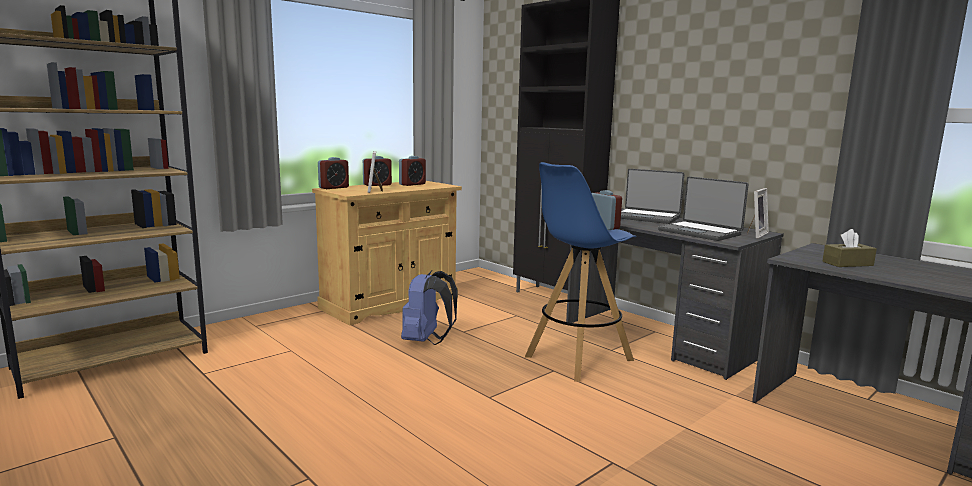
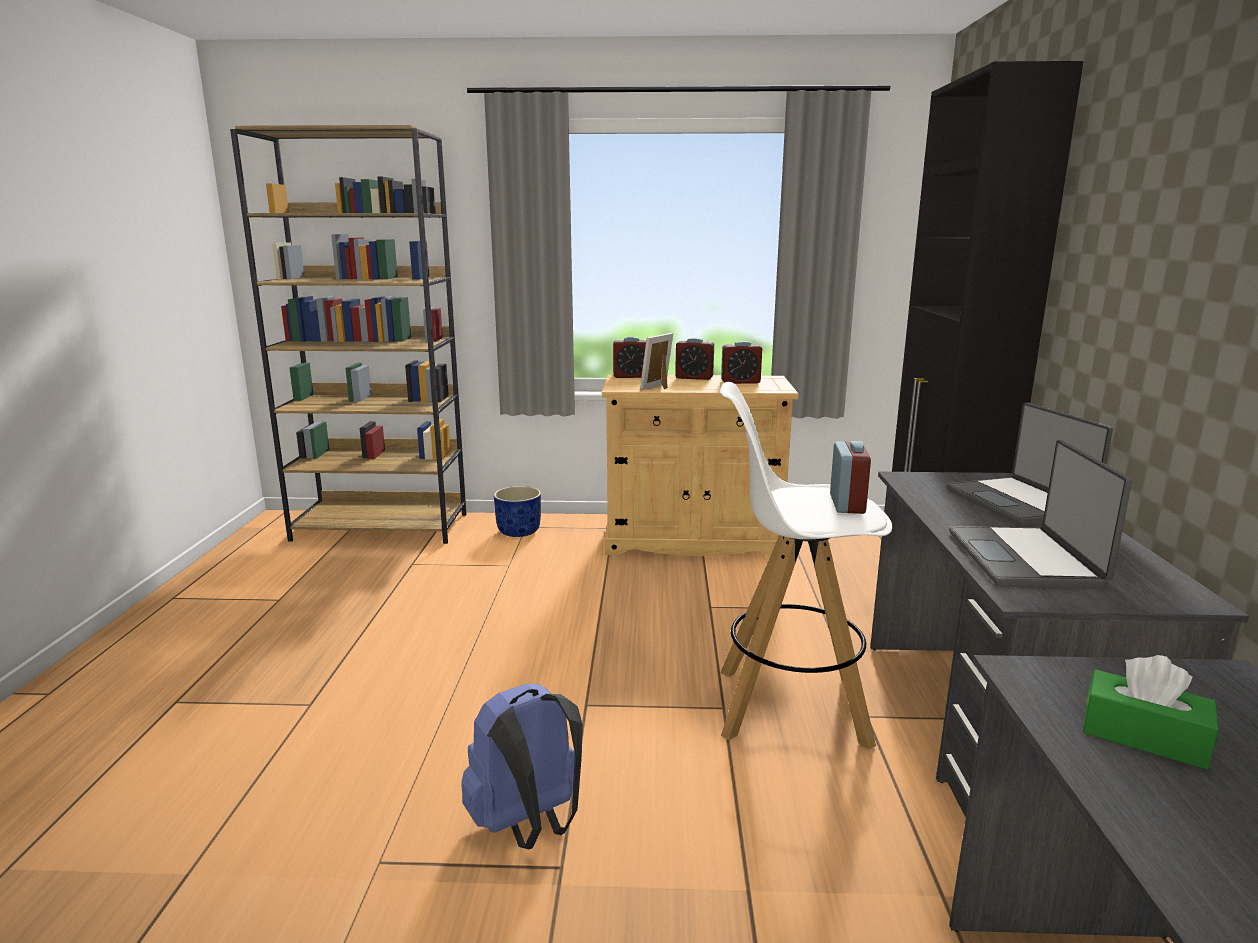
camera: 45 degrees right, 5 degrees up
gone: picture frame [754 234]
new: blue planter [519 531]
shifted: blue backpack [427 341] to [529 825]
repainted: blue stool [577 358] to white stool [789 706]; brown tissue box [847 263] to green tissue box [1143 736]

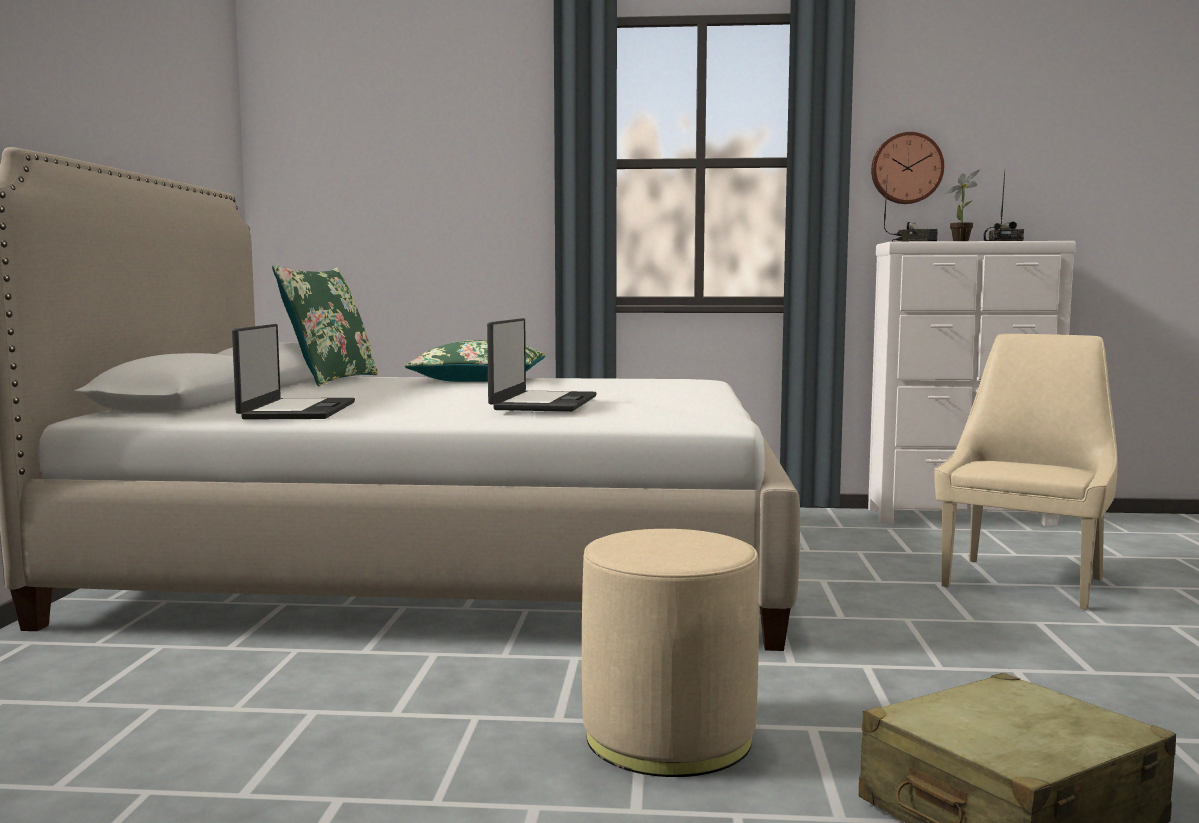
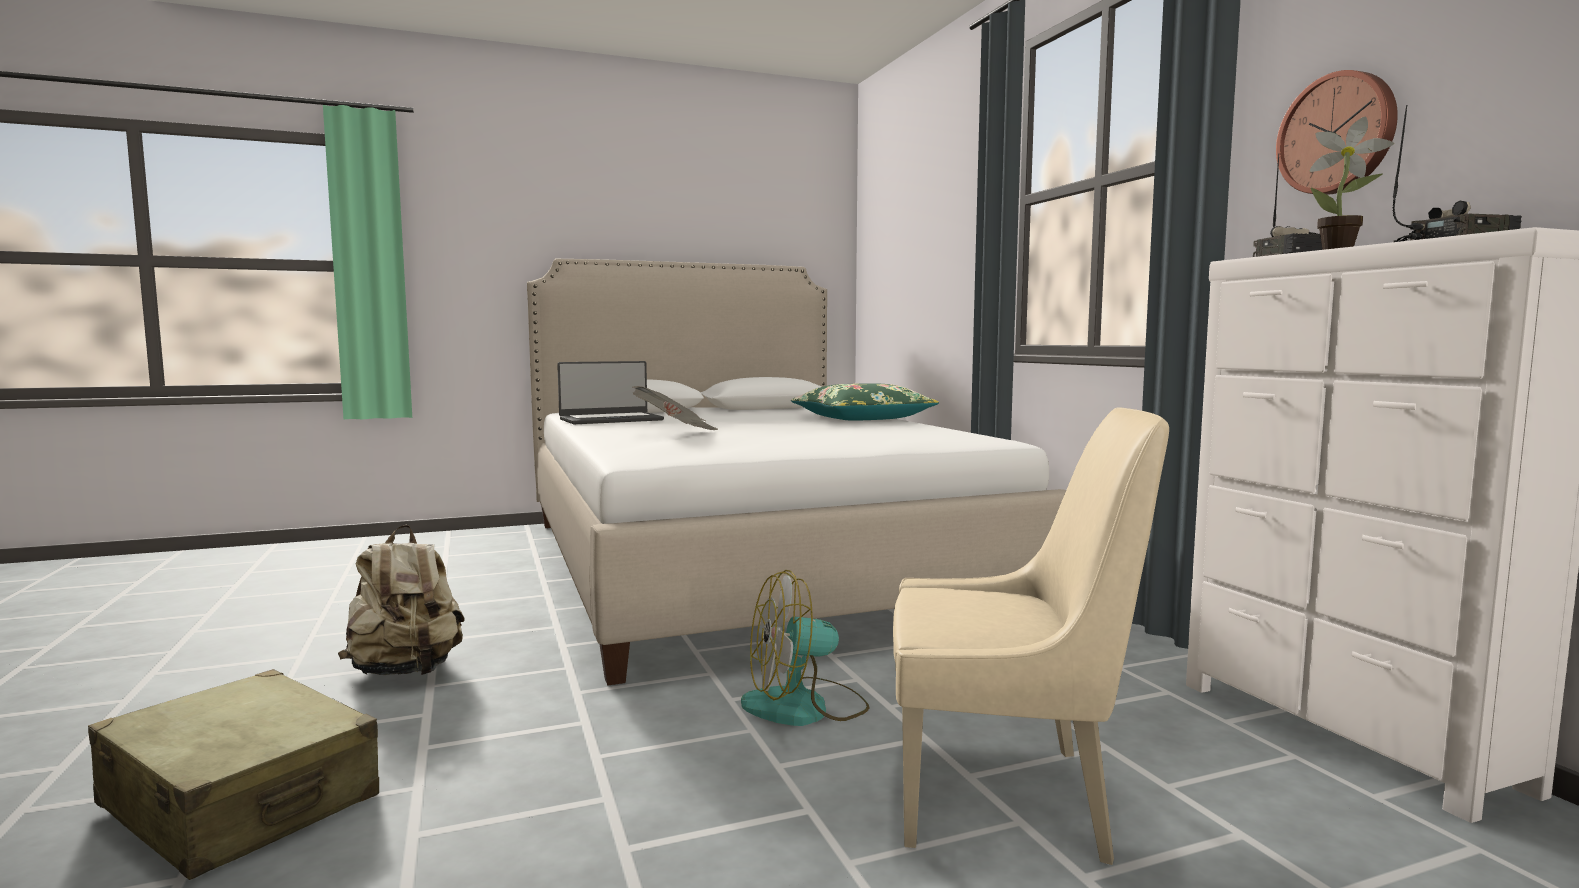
camera: 65 degrees right, 0 degrees up
gone: green pillow [330 380]
new: fan [805 707]
swapped: laptop [543 403] to newspaper [675 432]; beige ottoman [668 736] to beige backpack [407 672]

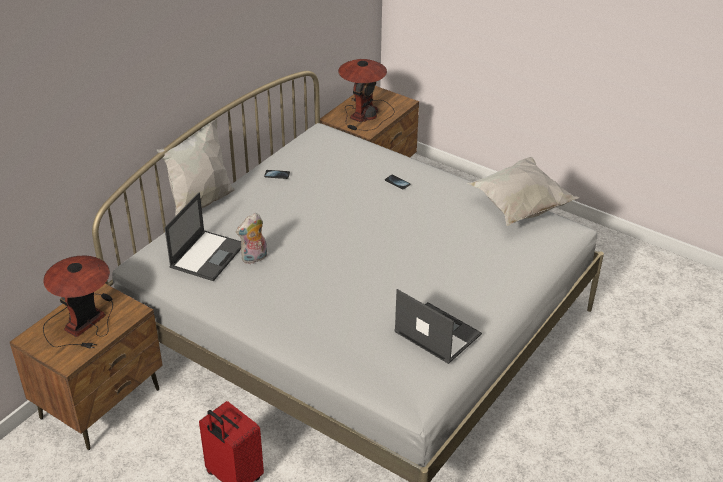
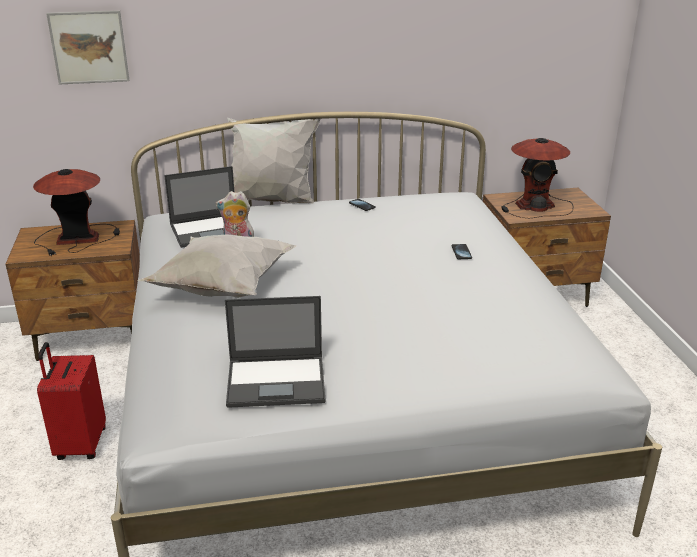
camera: 45 degrees right, 10 degrees down
new: picture [89 47]
shifted: white pillow [519 208] to [221 289]
rotated: laptop [436 333] = [277 381] 90 degrees clockwise

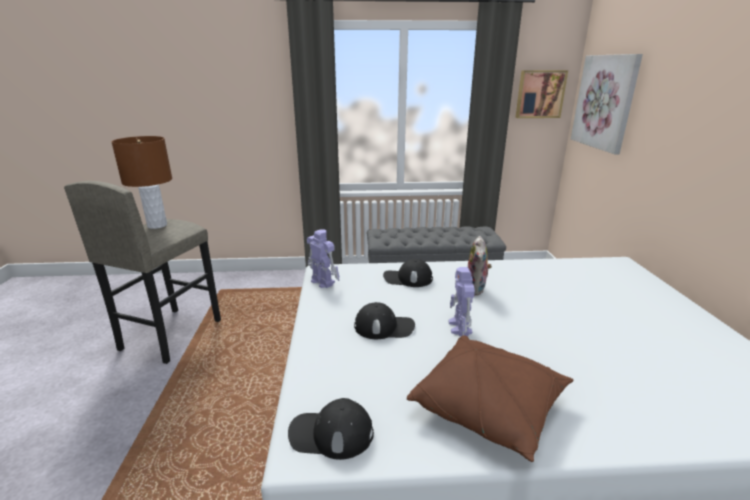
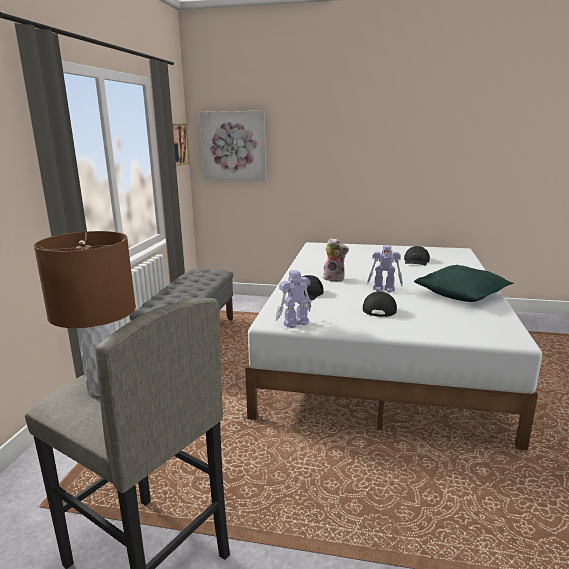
camera: 75 degrees left, 5 degrees down
shifted: black cap [331 433] to [416 261]
repainted: brown pillow [488 406] to green pillow [461 294]

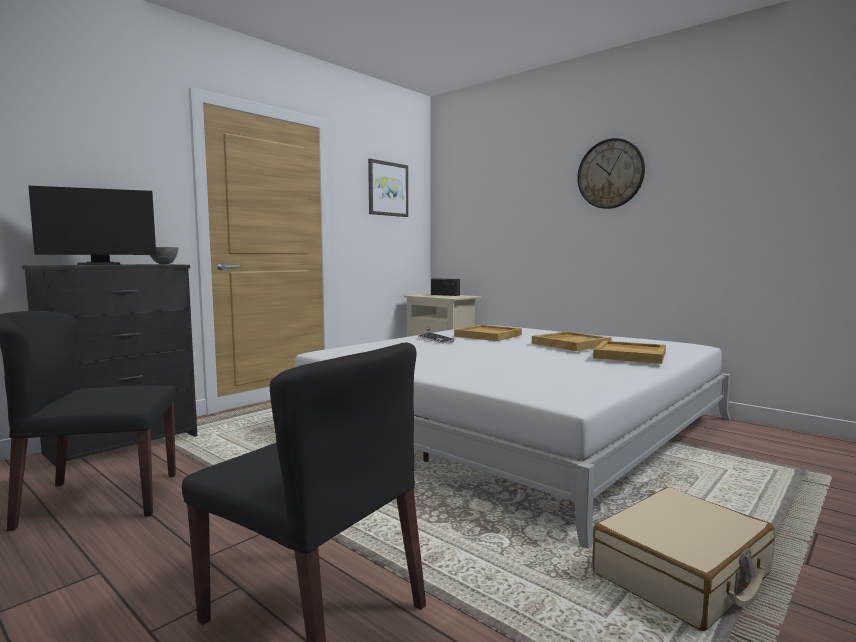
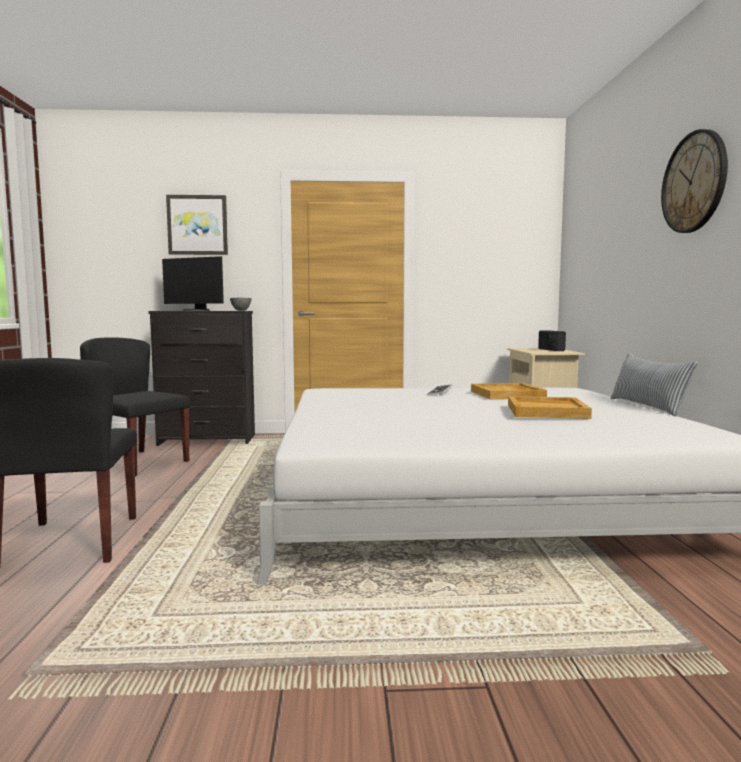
camera: 45 degrees right, 0 degrees up
gone: beige suitcase [682 574]; beige tray [630 355]
new: pillow [647 407]
shifted: picture [387 189] to [197 225]

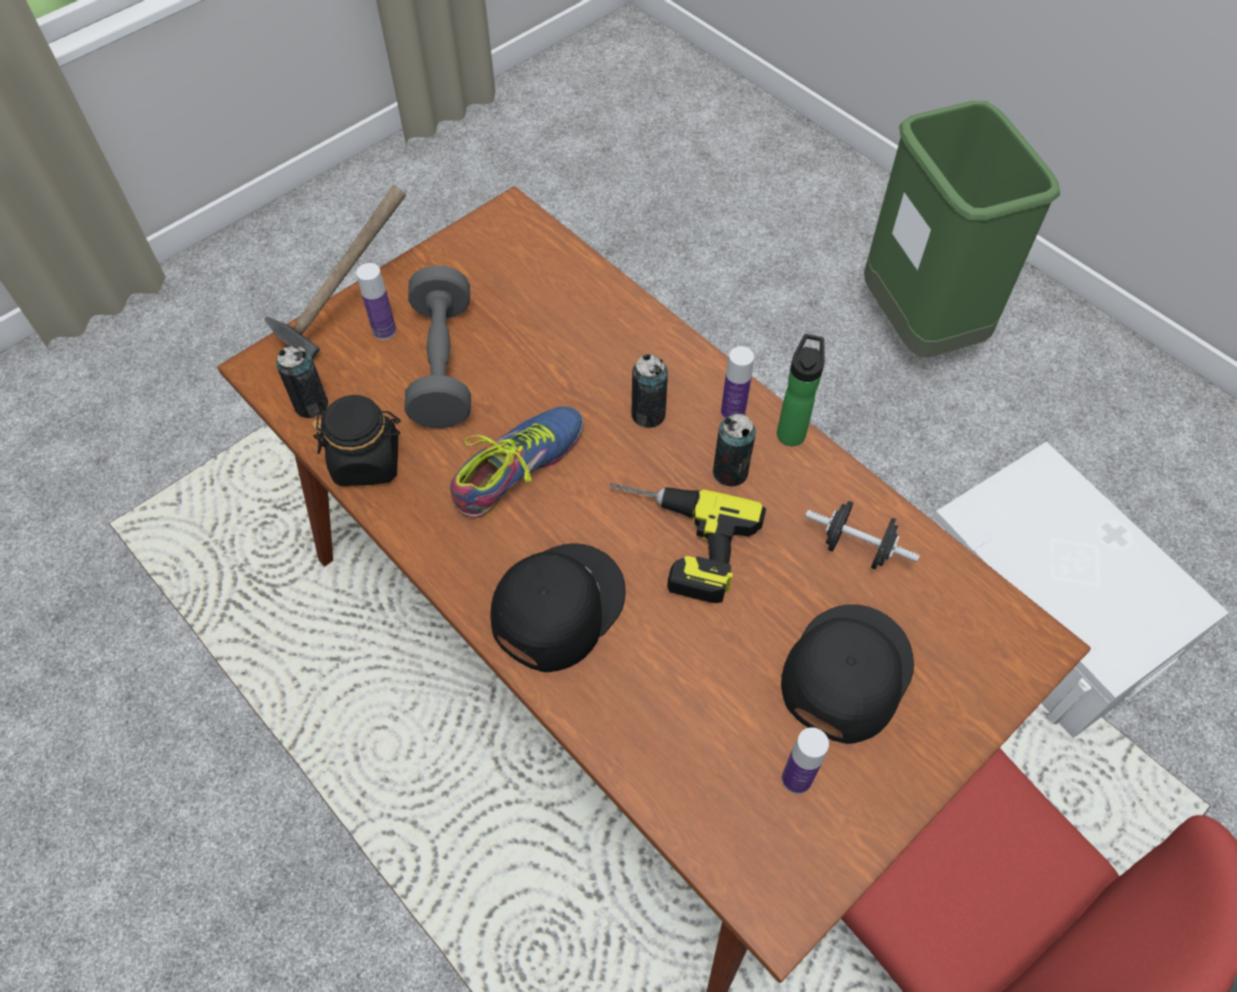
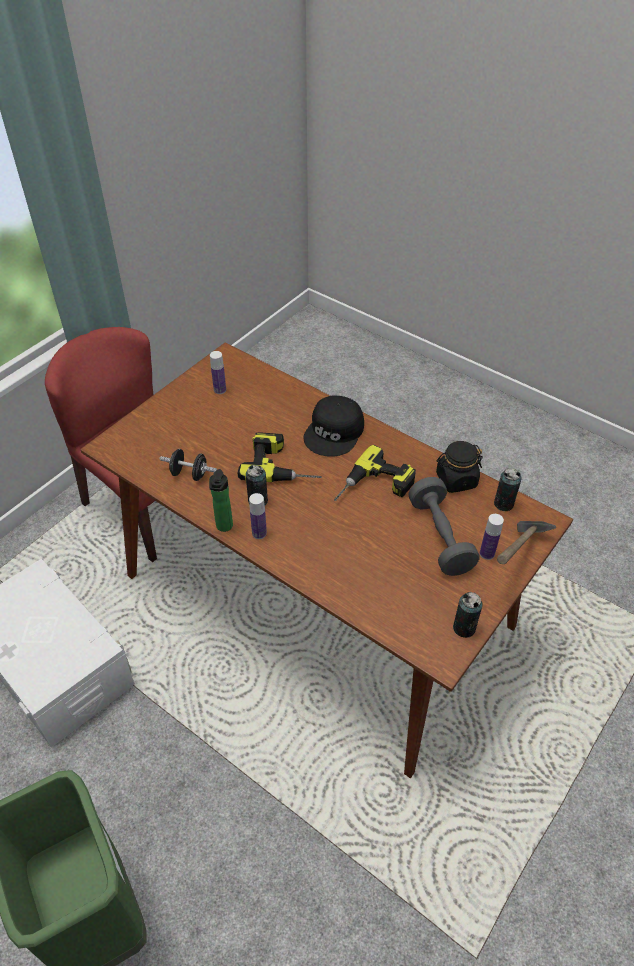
camera: 170 degrees right, 10 degrees down
gone: black cap [844 672]
shifted: can [648 414] to [464 628]
swapped: shoe [518 467] to power drill [374 488]

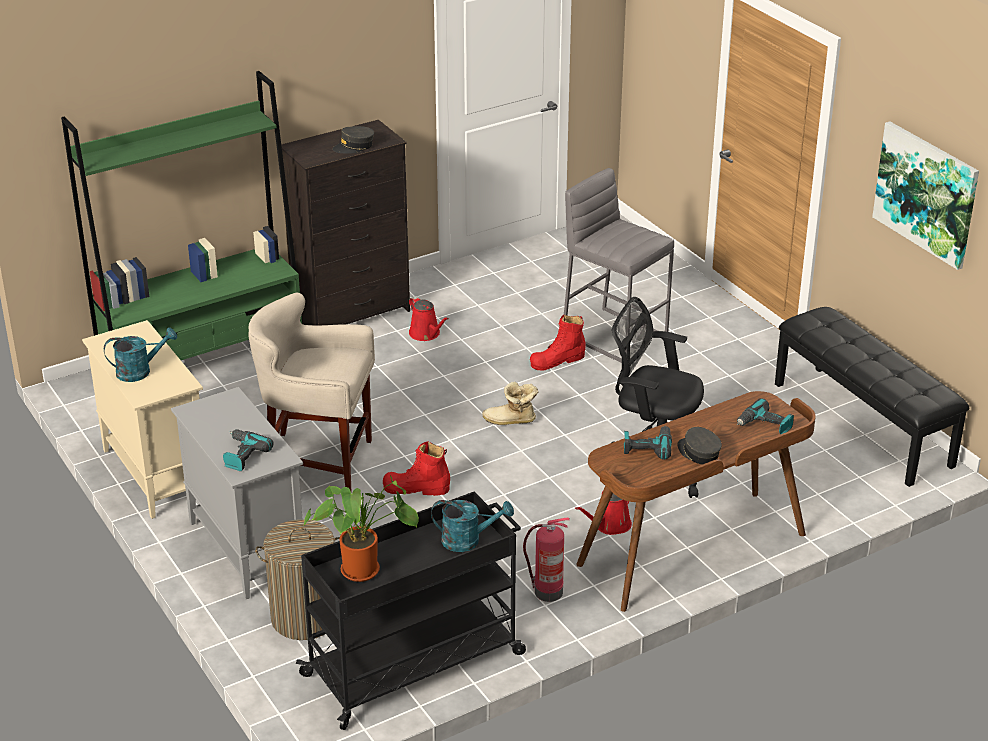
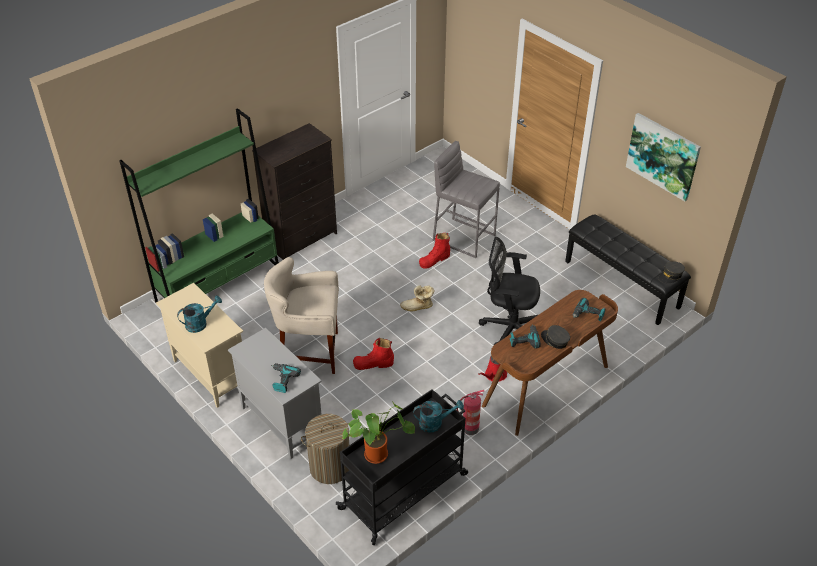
camera: 10 degrees left, 10 degrees up
gone: red watering can [426 334]
shifted: grey cap [354 146] to [670 276]

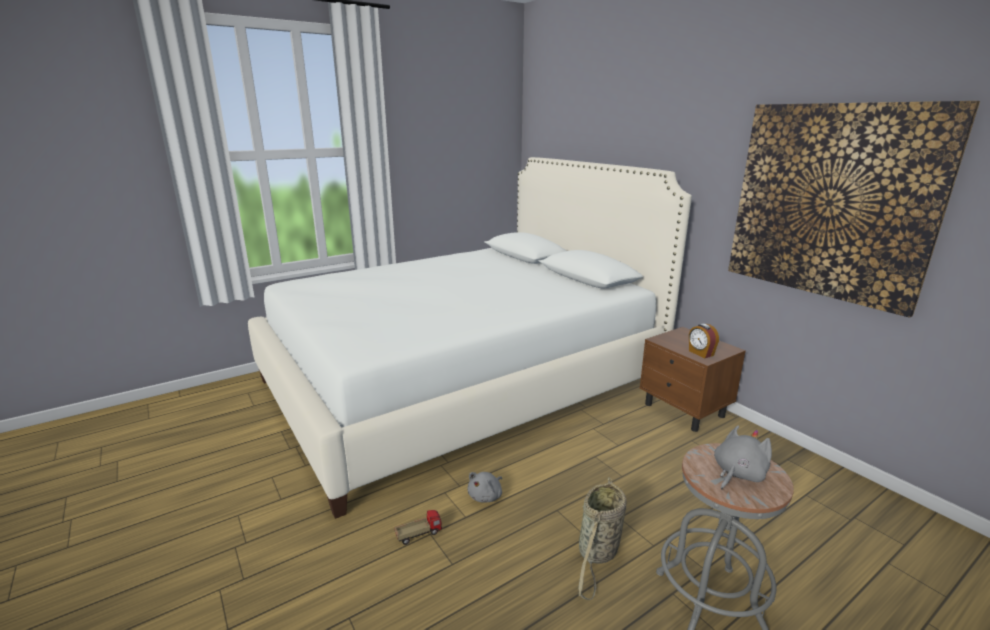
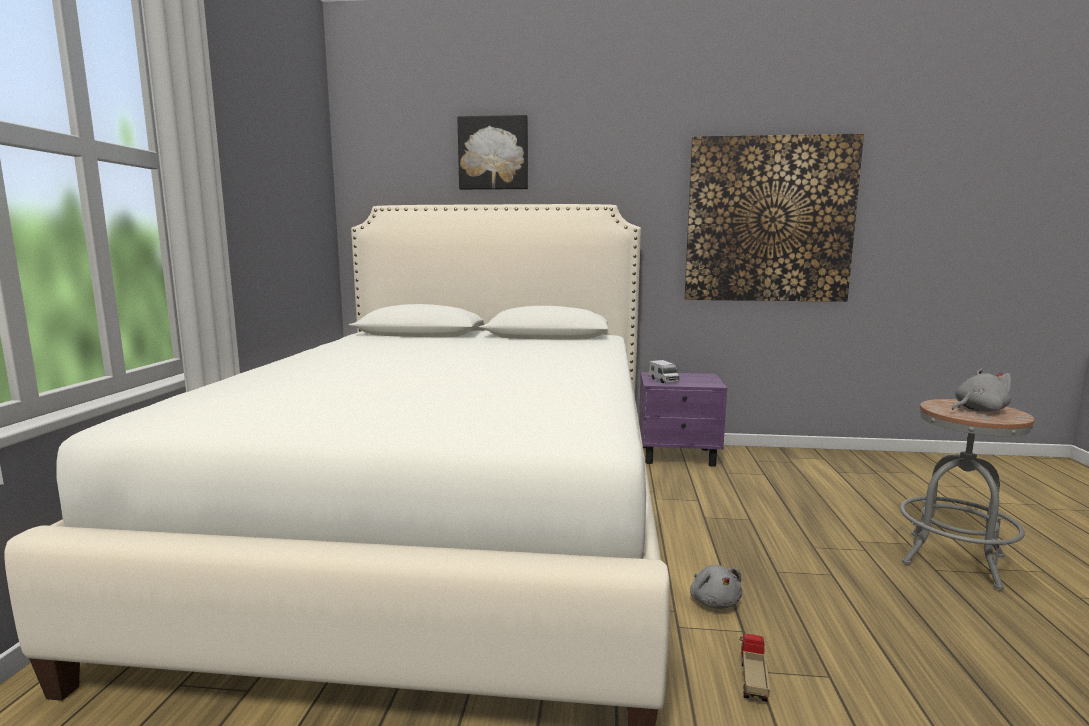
camera: 50 degrees left, 10 degrees down
gone: basket [597 554]; alarm clock [700 353]
new: picture [493 153]; toy truck [663 380]
repainted: brown nightstand [684 410] to purple nightstand [679 456]
rotated: grey plush toy [737 474] = [977 410] 75 degrees clockwise

